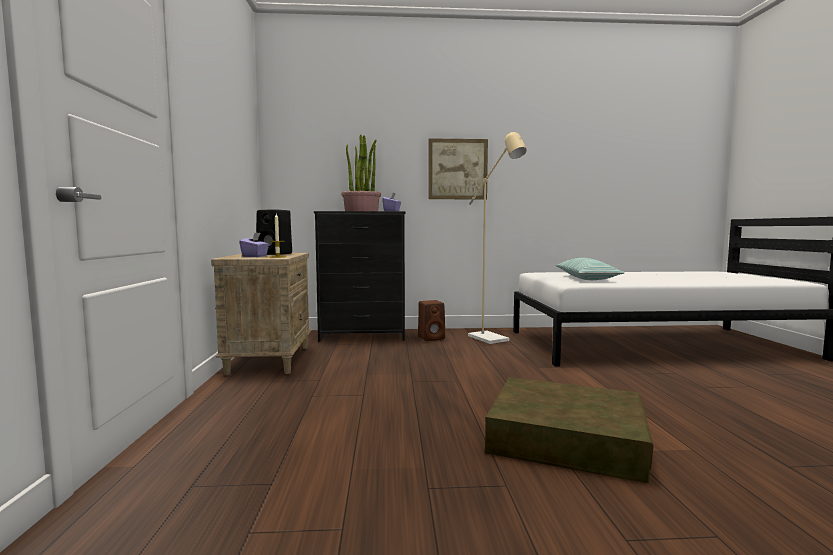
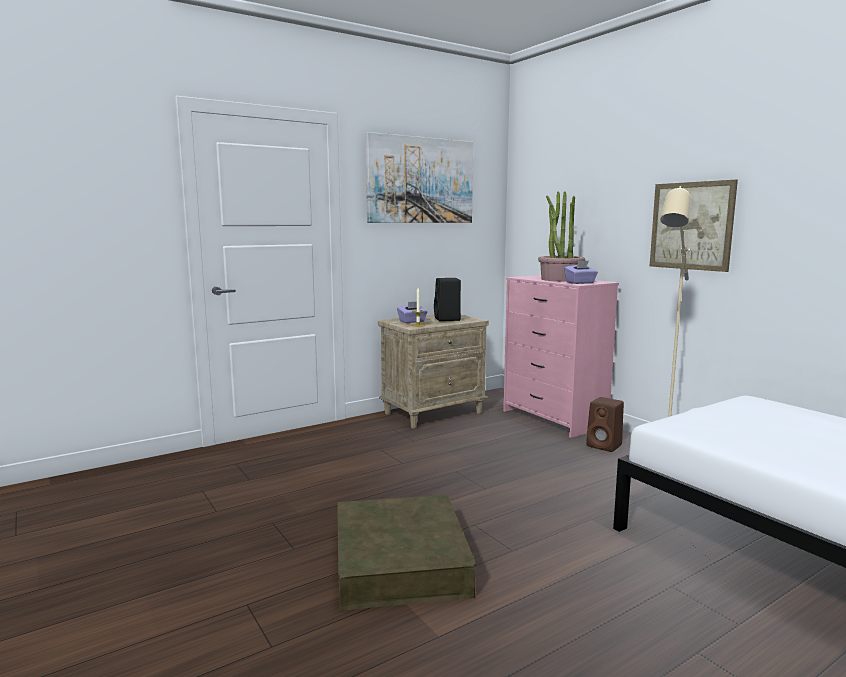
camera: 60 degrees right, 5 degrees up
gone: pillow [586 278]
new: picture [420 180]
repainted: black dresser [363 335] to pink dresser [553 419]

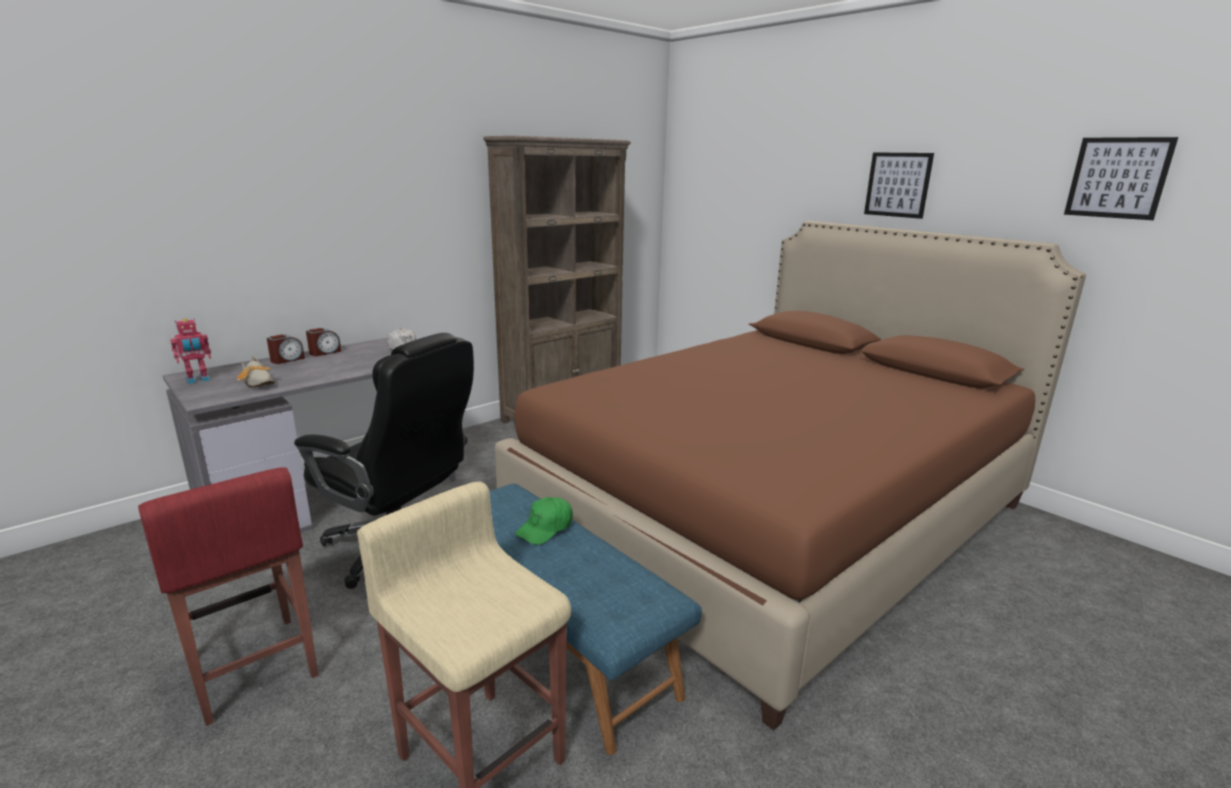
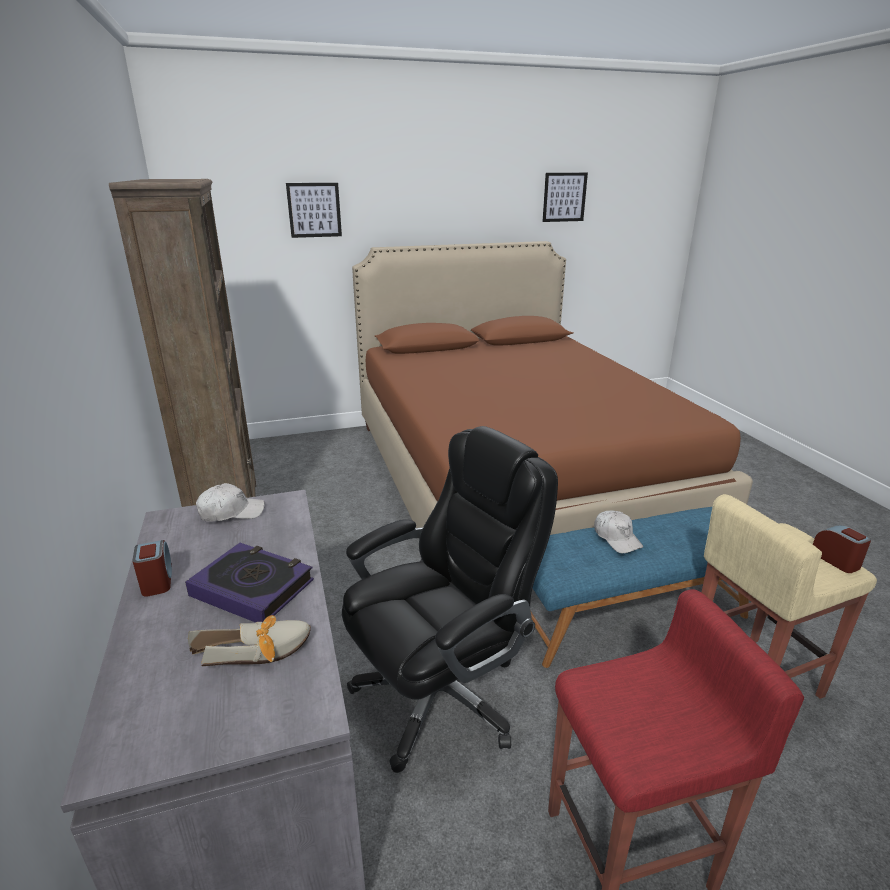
camera: 65 degrees left, 5 degrees up
gone: toy robot [198 380]
new: book [252 588]
shifted: alarm clock [287 360] to [836 560]; picture [898 185] to [314 210]
repainted: green cap [545 528] to white cap [617 538]

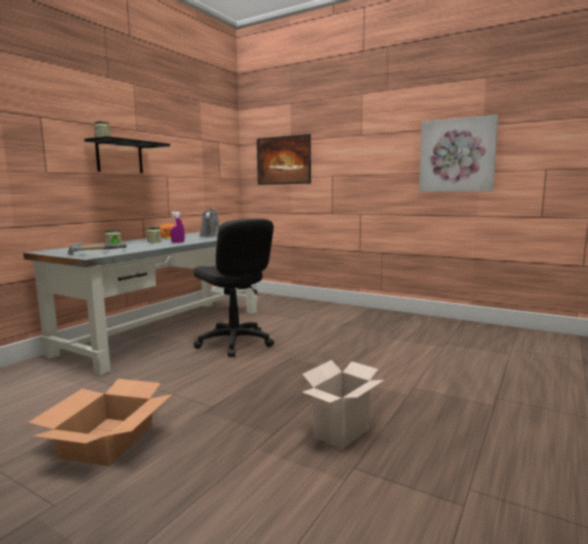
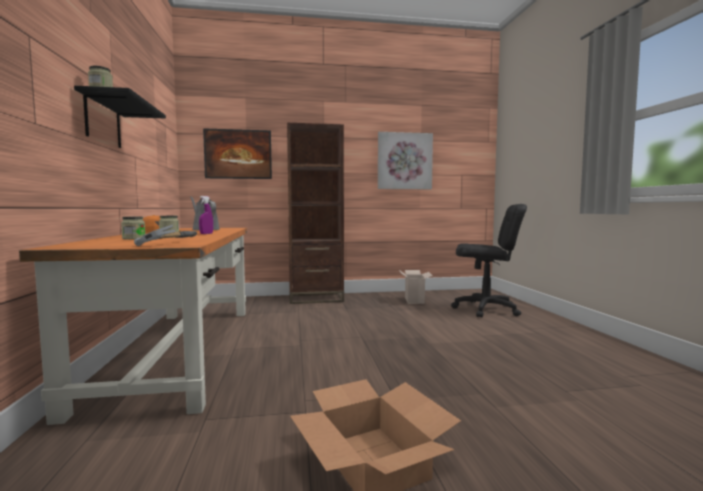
camera: 40 degrees left, 5 degrees down
new: brown bookcase [316 298]
shifted: black office chair [234 343] to [486 309]; cardboard box [341 434] to [415 301]
repainted: grey desk [167 331] to orange desk [180 349]

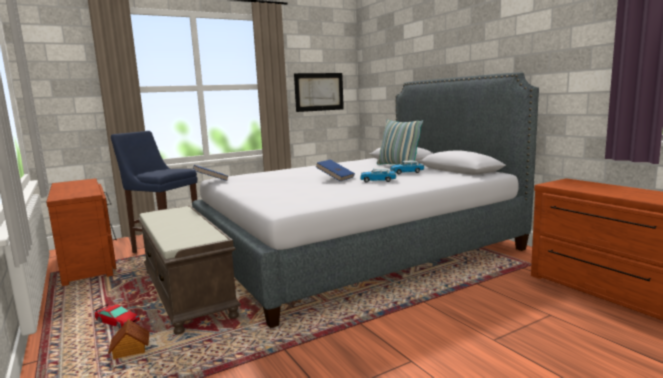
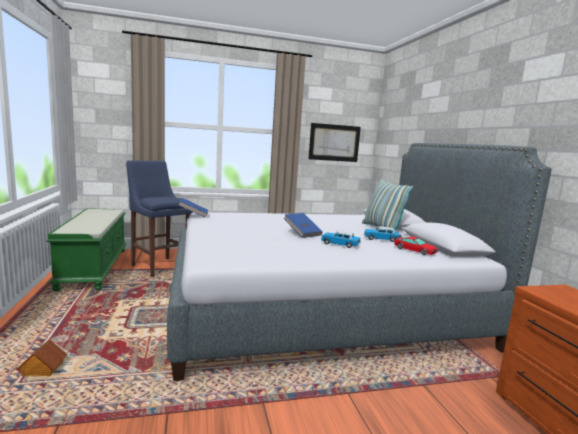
camera: 15 degrees right, 0 degrees up
gone: brown bench [188 292]
shifted: toy car [117 321] to [414 250]
swapped: brown dresser [90 263] to green bench [93 268]

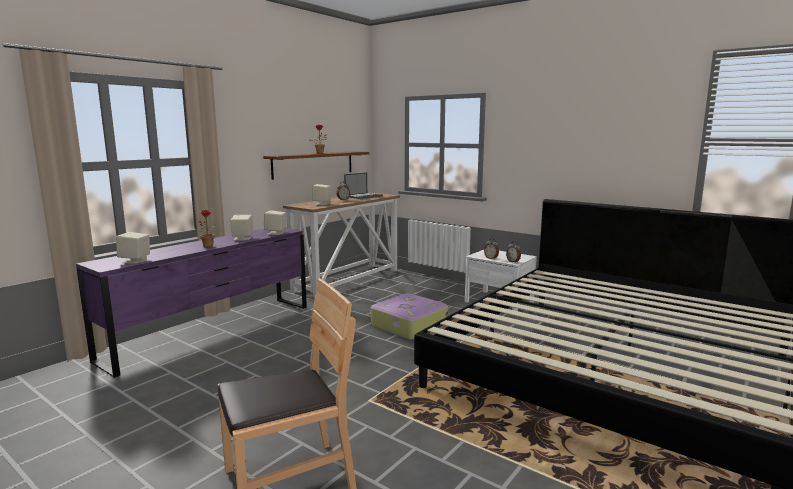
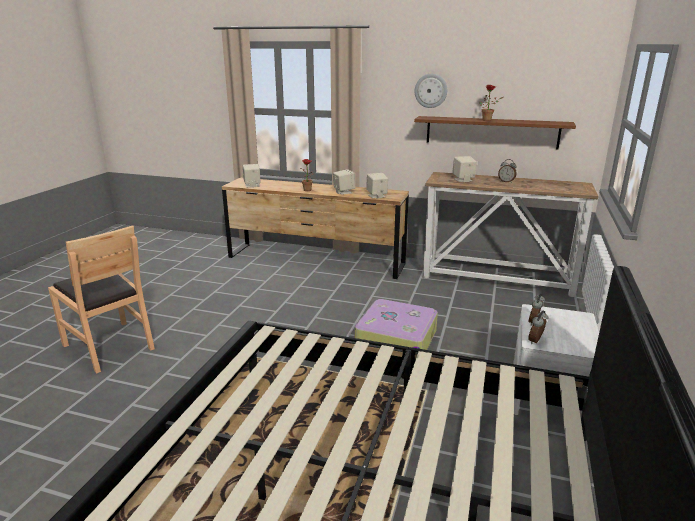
camera: 70 degrees right, 10 degrees up
gone: laptop [364 196]
new: wall clock [431 90]
repainted: purple dresser [213 331] to brown dresser [315 260]

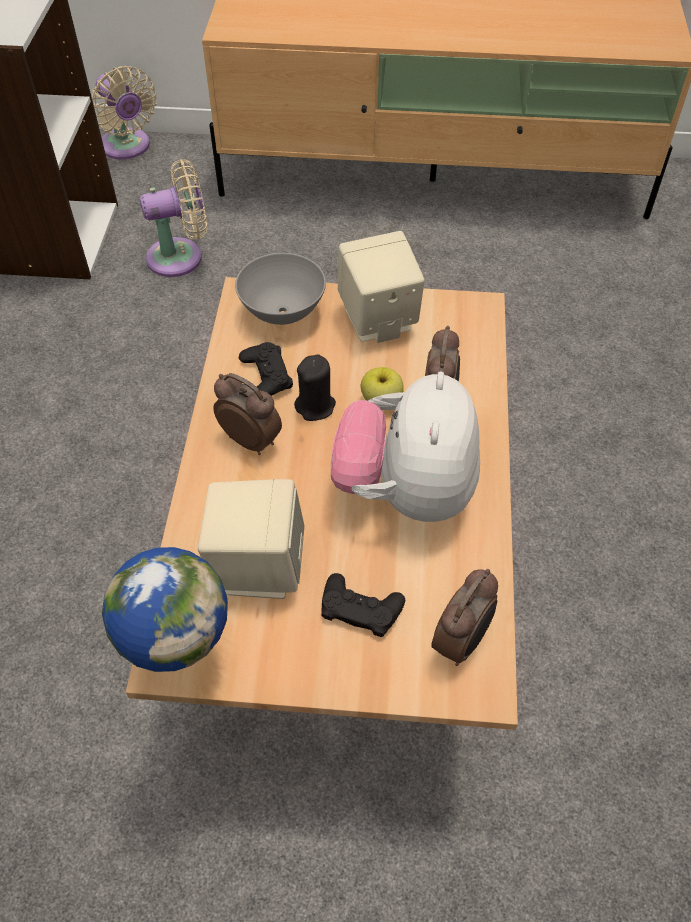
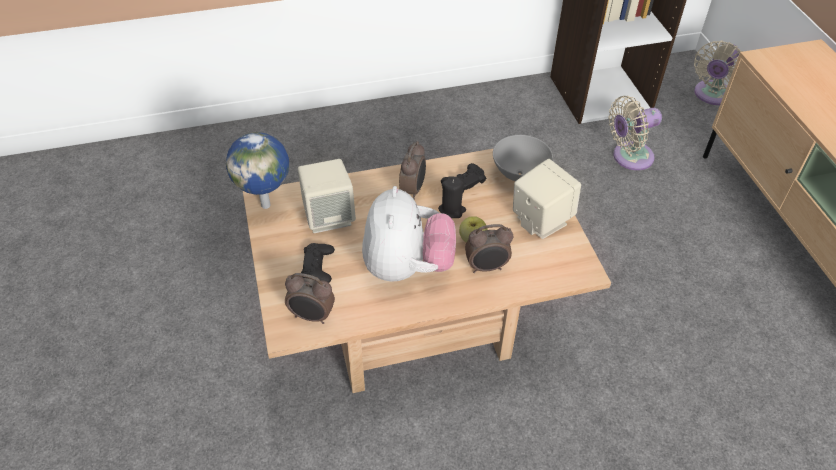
camera: 70 degrees right, 5 degrees down
rotated: beige fan [181 257] = [629 157] 105 degrees clockwise; plush toy [405 491] = [407 267] 105 degrees clockwise

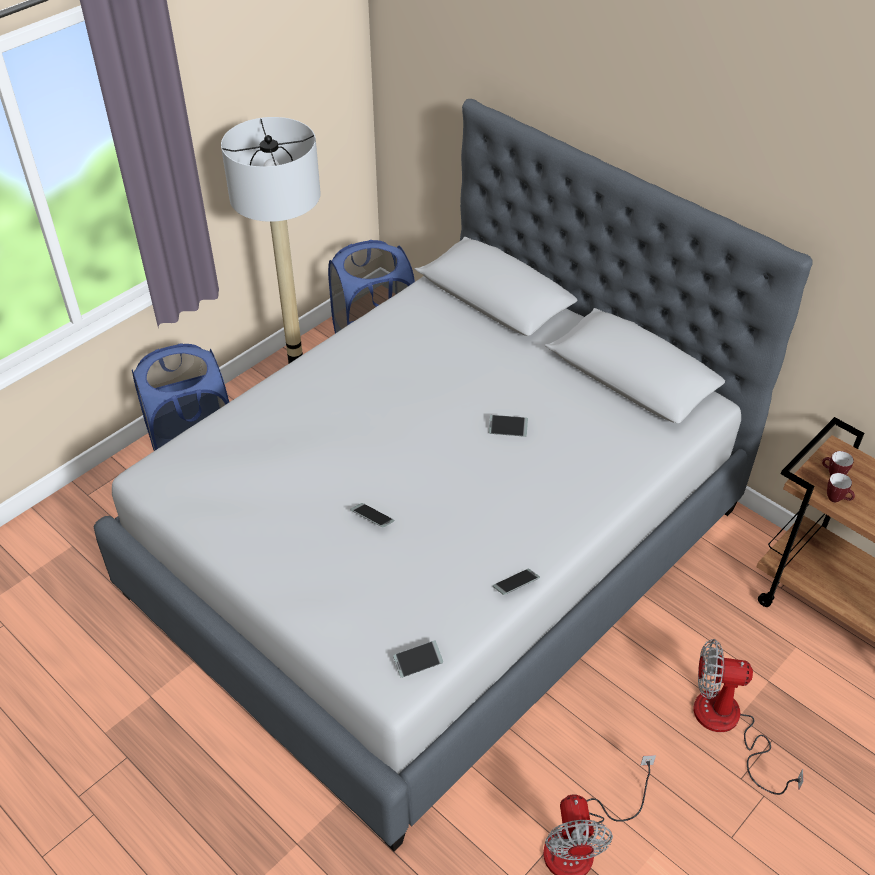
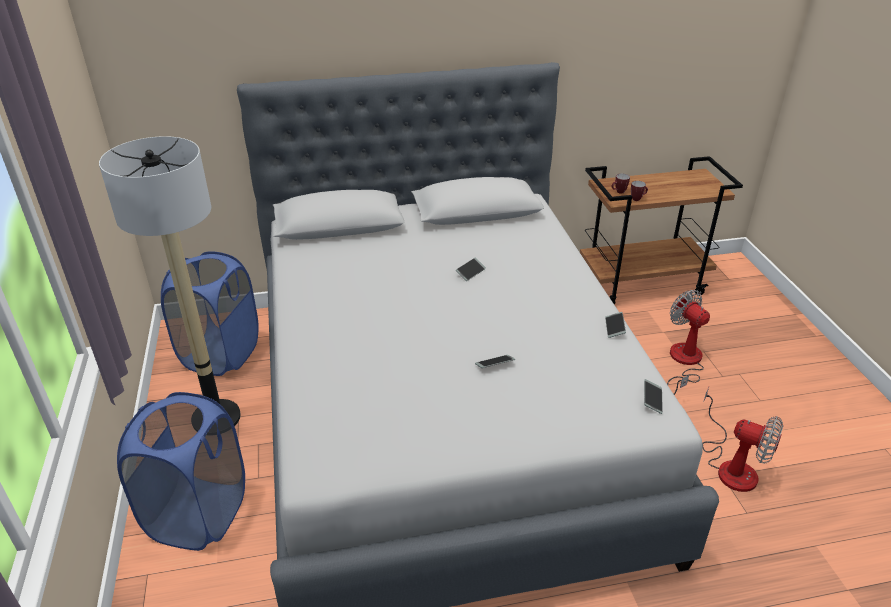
camera: 55 degrees left, 10 degrees down
rotated: fan [727 726] = [684 362] 105 degrees clockwise

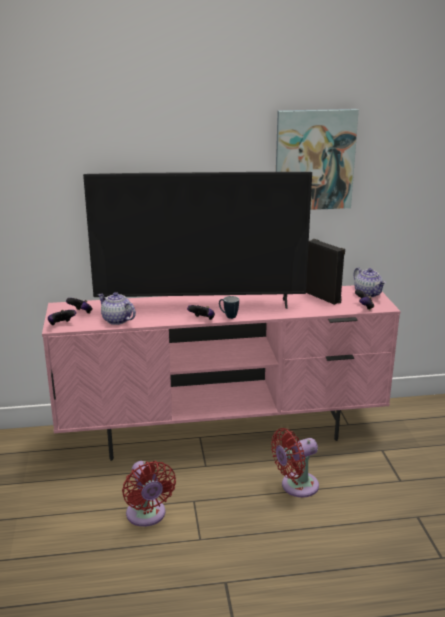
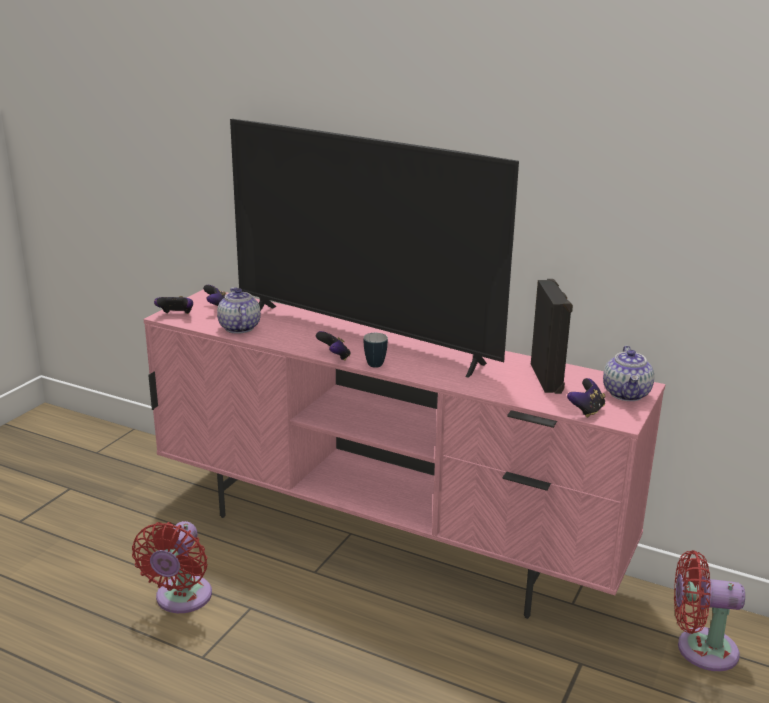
camera: 35 degrees right, 0 degrees up
gone: picture [314 160]
shifted: red fan [296 486] to [700 649]

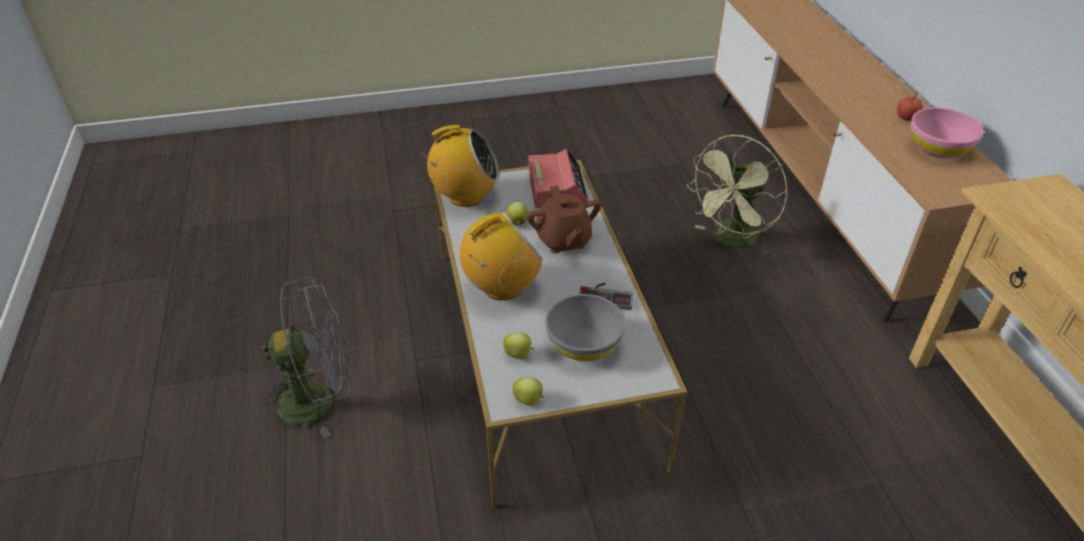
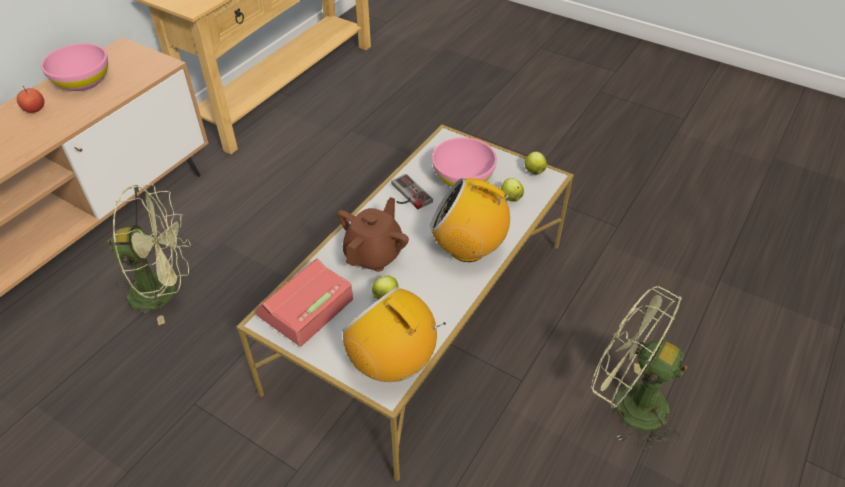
camera: 135 degrees left, 5 degrees up
repainted: grey fan [318 400] to green fan [627 403]; grey bowl [584 344] to pink bowl [463 178]

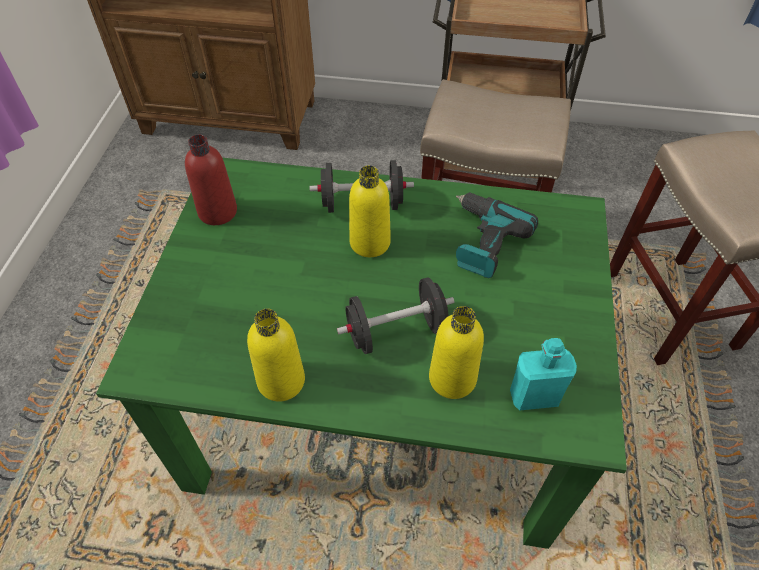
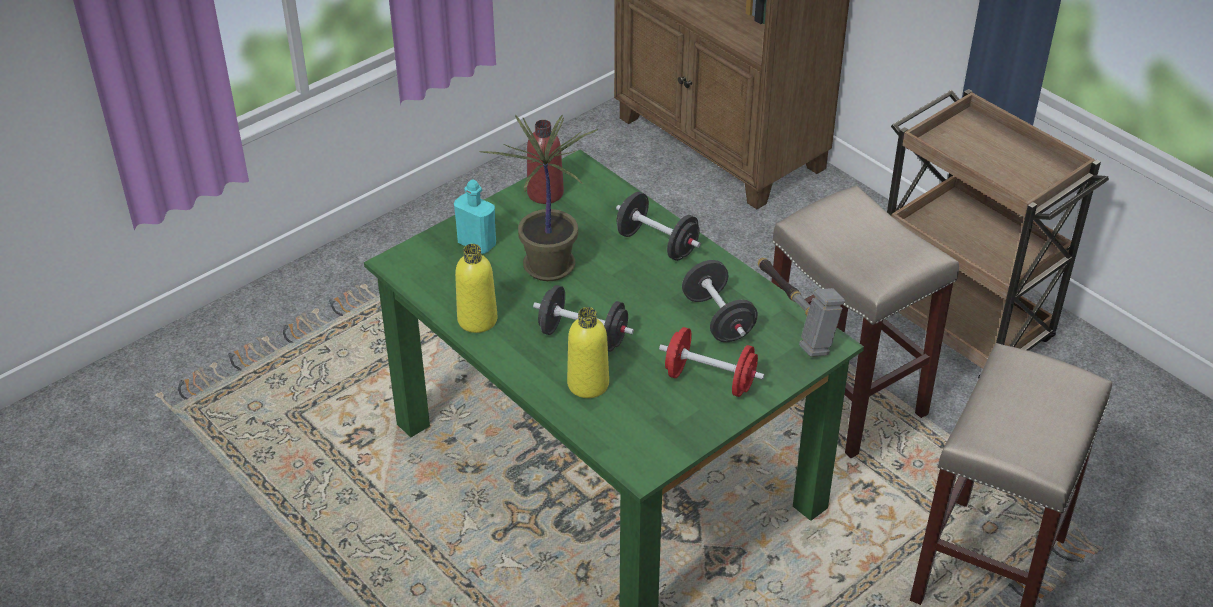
camera: 40 degrees right, 10 degrees down
gone: yellow bottle [370 242]
new: potted plant [549 268]; red dumbbell [710 380]; hammer [794 318]
shifted: turquoise bottle [534 396] to [477 244]
swapped: power drill [482 241] to black dumbbell [718 319]

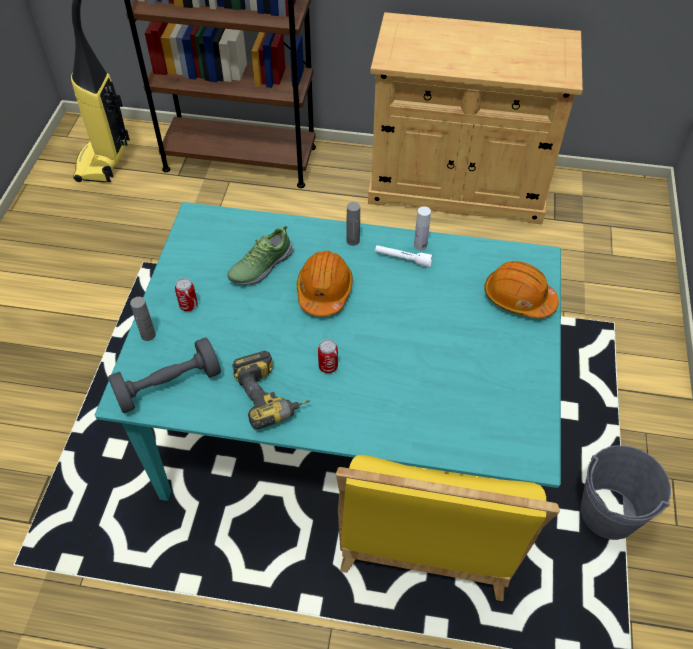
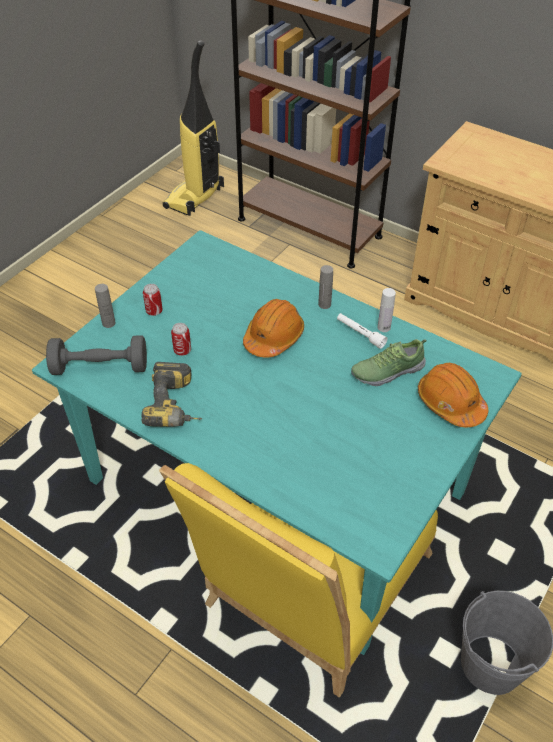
camera: 25 degrees right, 5 degrees down
shifted: shoe [260 266] to [387 371]; can [328 366] to [182 351]

